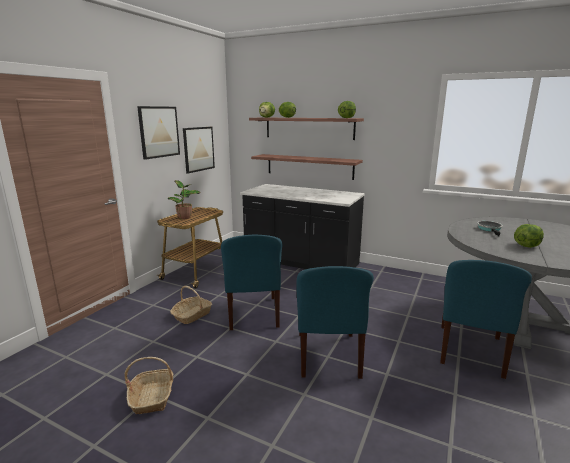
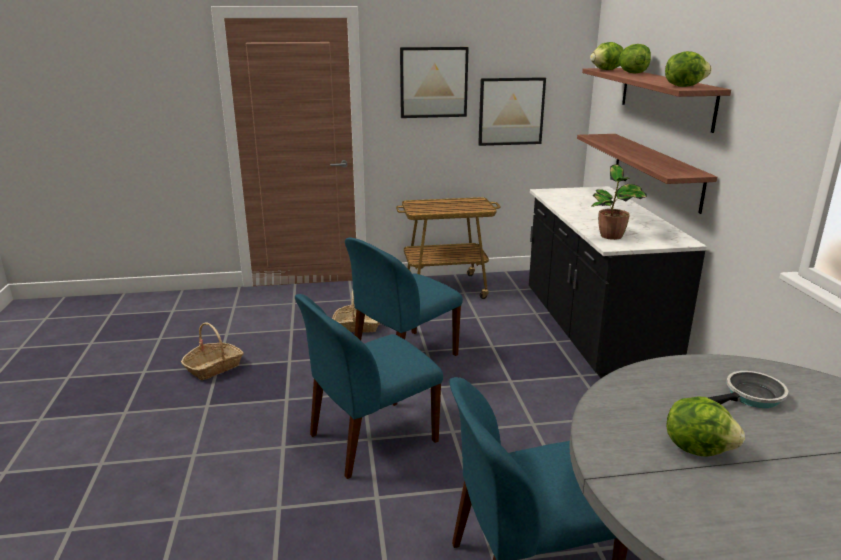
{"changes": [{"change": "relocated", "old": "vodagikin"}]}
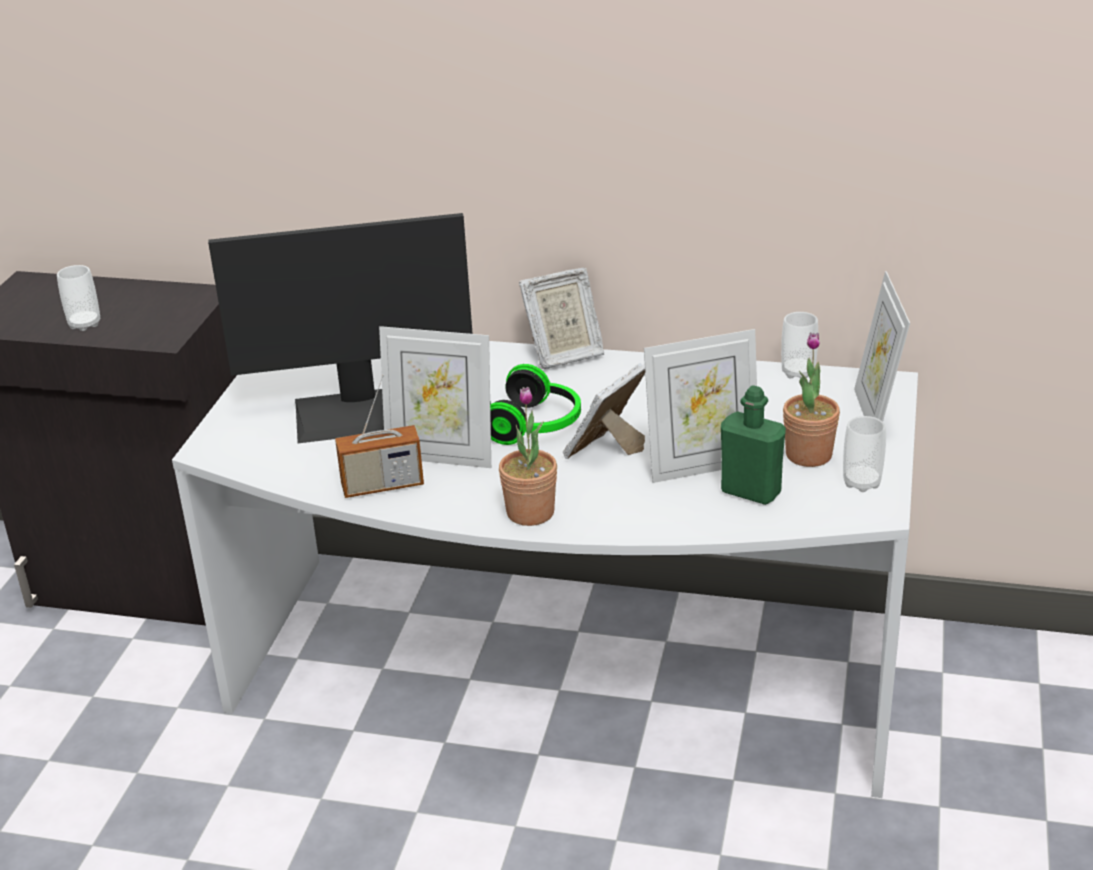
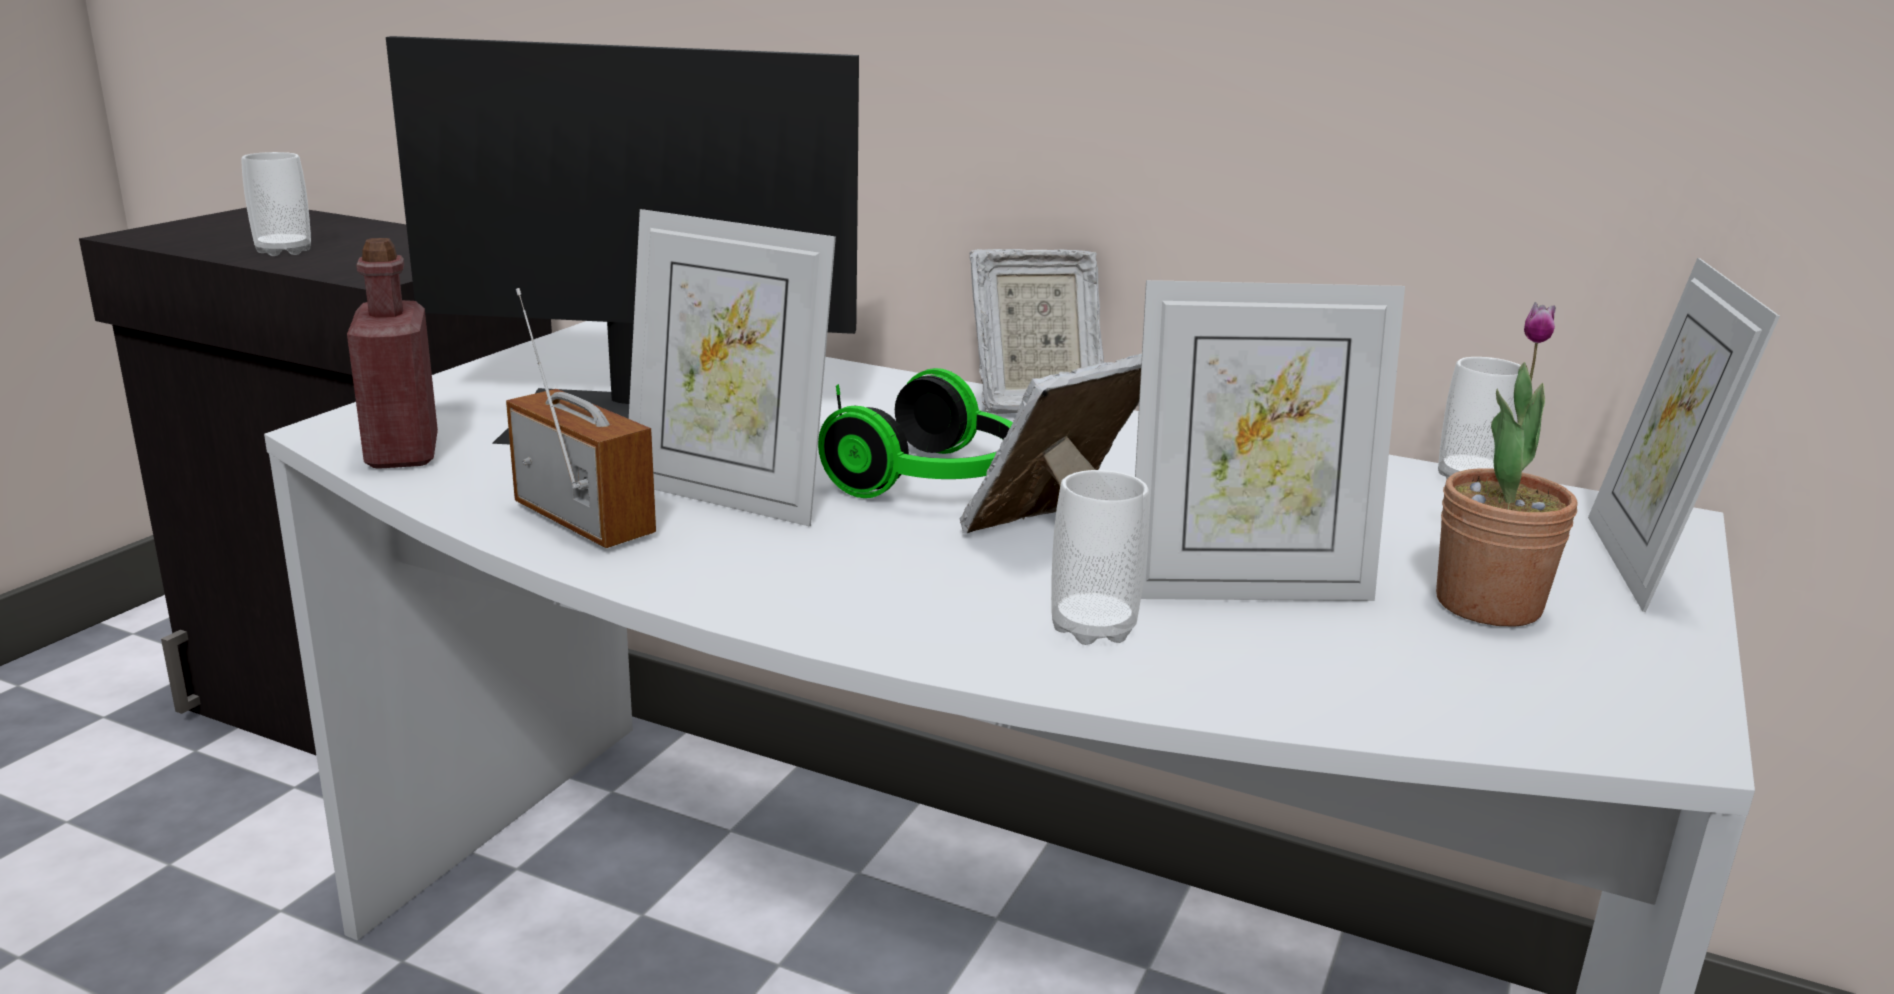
{"changes": [{"change": "missing", "old": "vodagikin (no. 1 from left)"}, {"change": "missing", "old": "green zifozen"}, {"change": "appeared", "new": "red zifozen"}, {"change": "relocated", "old": "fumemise (no. 3 from left in the first image)", "new": "fumemise (no. 2 from left)"}, {"change": "spun", "old": "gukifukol", "degrees": -135}]}
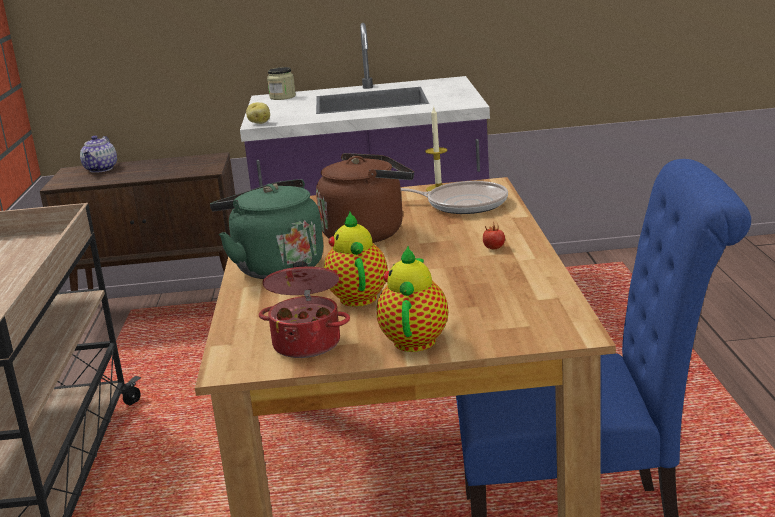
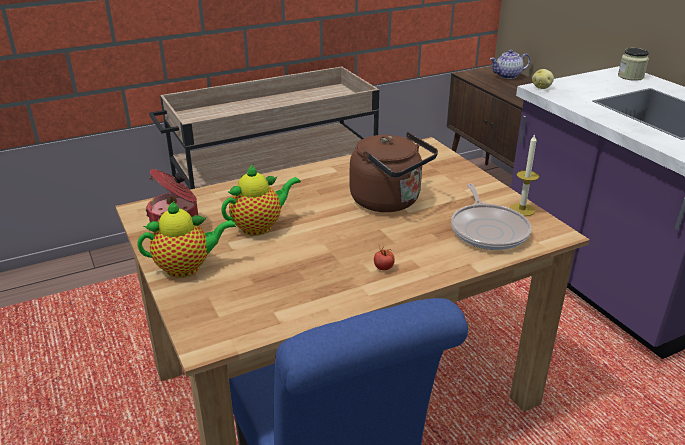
{"changes": [{"change": "missing", "old": "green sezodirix"}]}
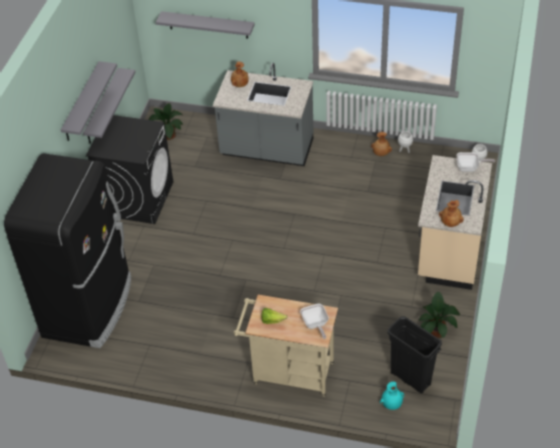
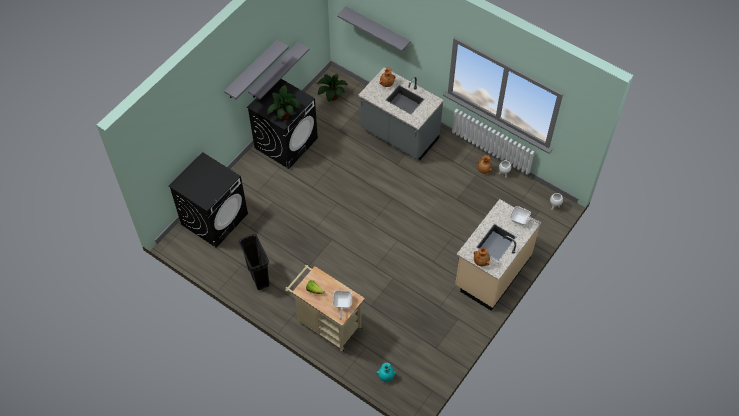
{"changes": [{"change": "relocated", "old": "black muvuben"}, {"change": "relocated", "old": "vodagikin (no. 2 from left in the first image)", "new": "vodagikin (no. 1 from left)"}, {"change": "exchanged", "old": "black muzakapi", "new": "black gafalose (no. 1 from left)"}]}
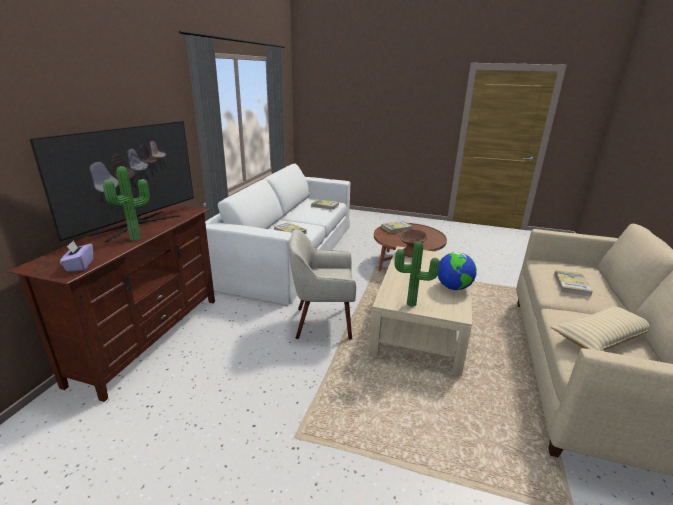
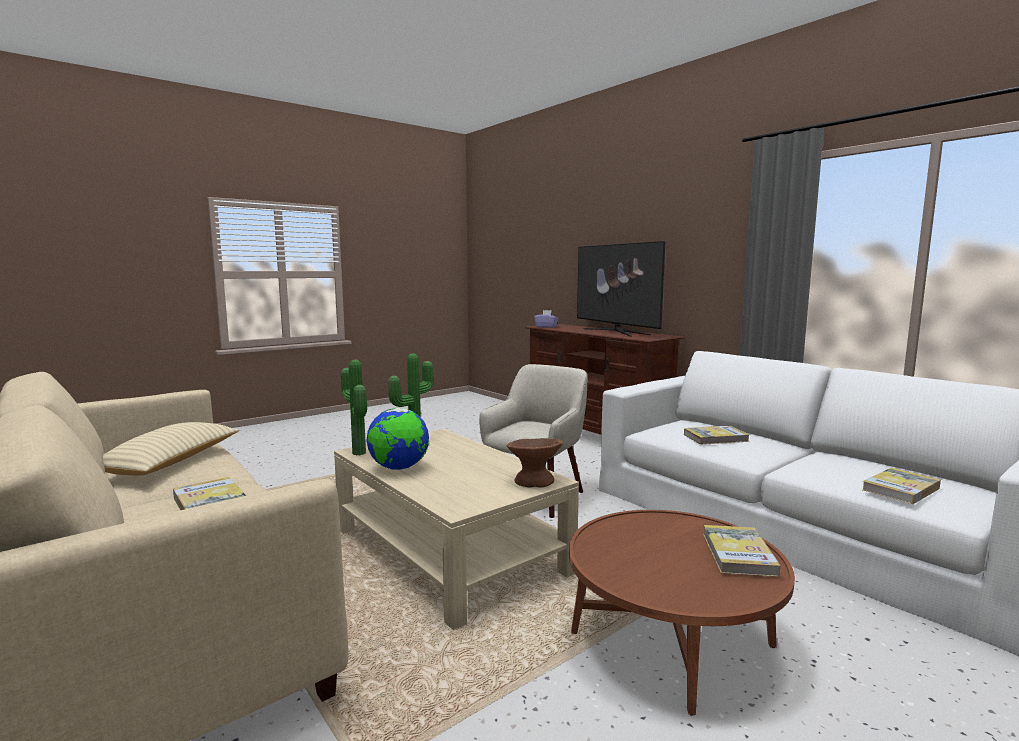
{"changes": [{"change": "relocated", "old": "vodagikin (no. 1 from left)"}]}
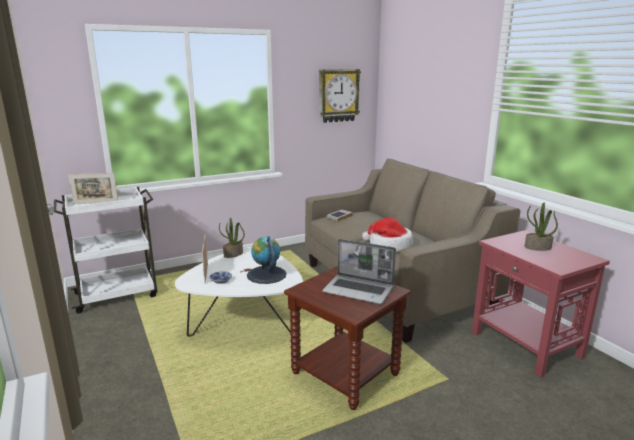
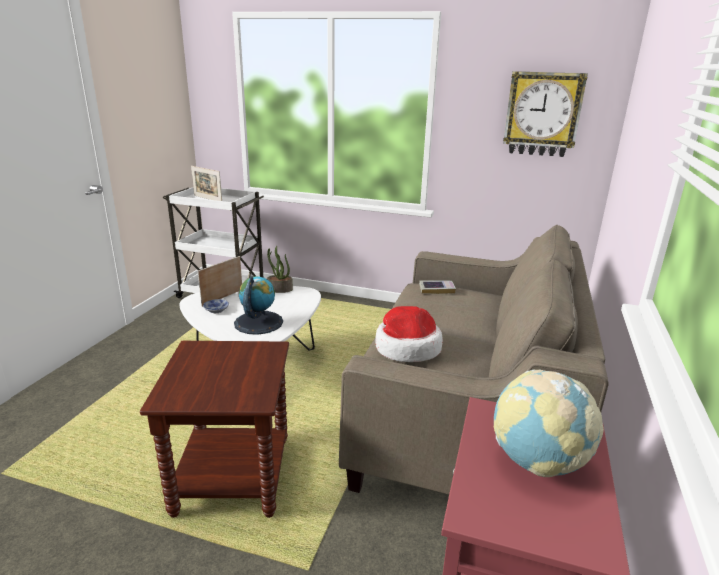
{"changes": [{"change": "missing", "old": "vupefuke"}, {"change": "exchanged", "old": "vodagikin (no. 2 from left)", "new": "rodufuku (no. 2 from left)"}]}
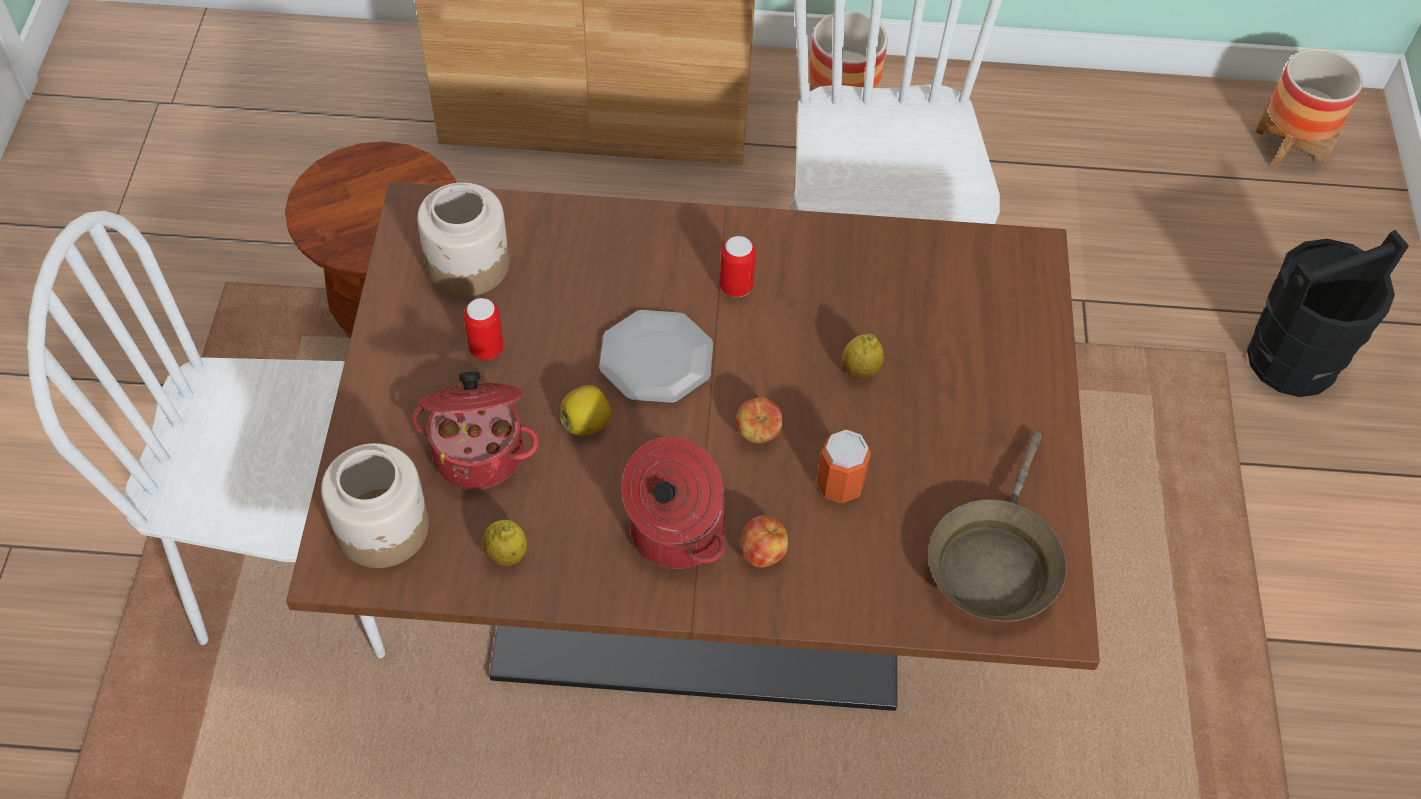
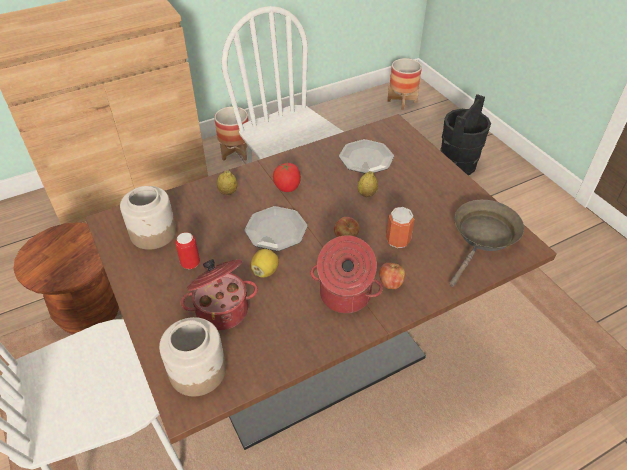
{"changes": [{"change": "appeared", "new": "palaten (no. 2 from left)"}, {"change": "relocated", "old": "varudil (no. 1 from left)"}, {"change": "exchanged", "old": "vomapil (no. 2 from left)", "new": "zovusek"}, {"change": "spun", "old": "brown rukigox", "degrees": -135}]}
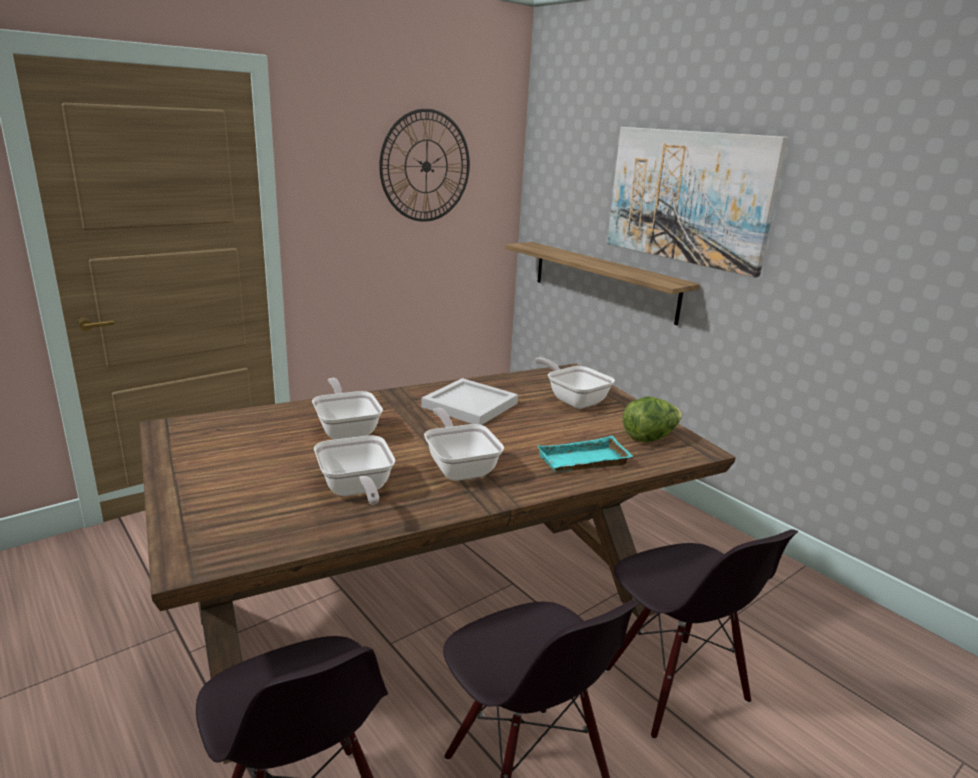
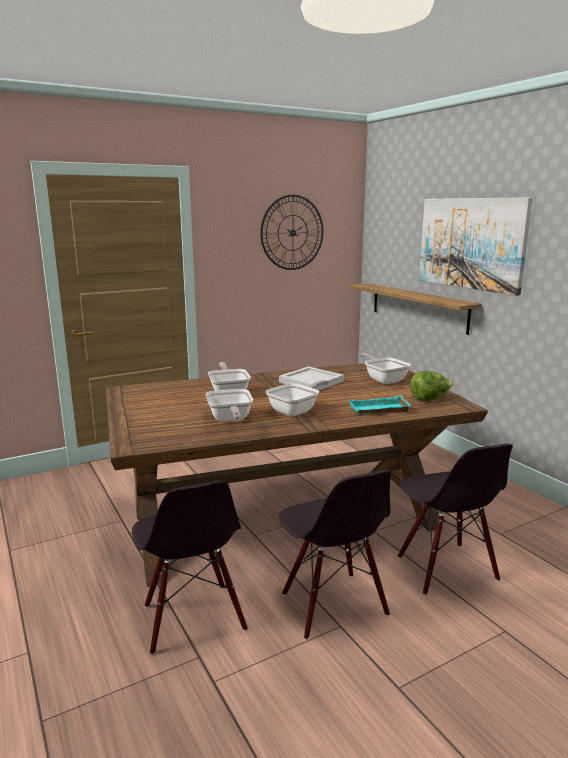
{"changes": [{"change": "spun", "old": "rukigox (no. 3 from left)", "degrees": 60}]}
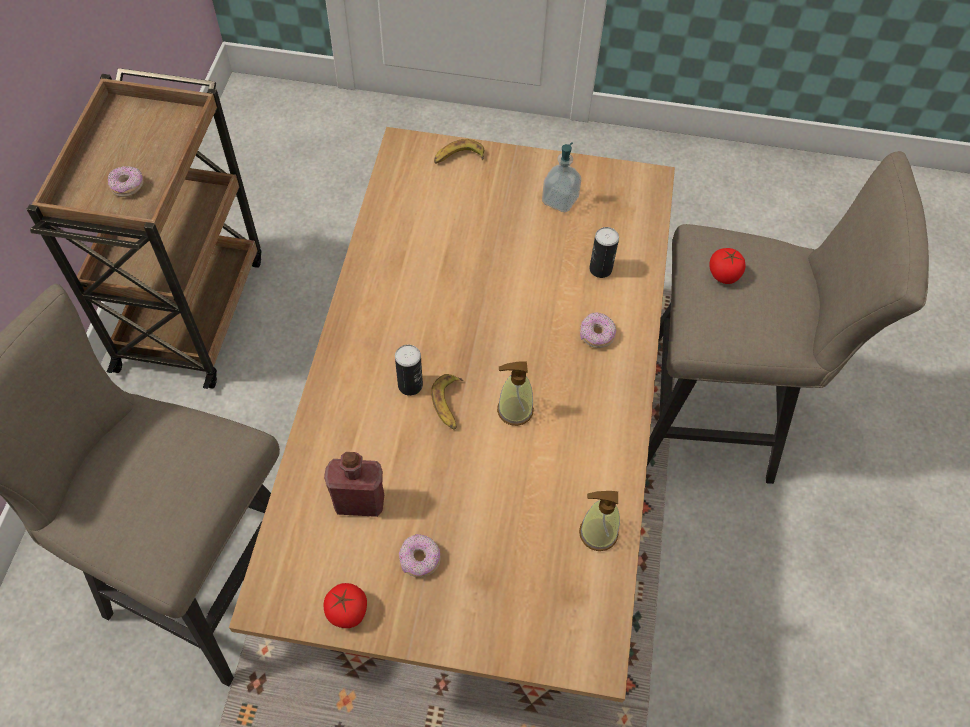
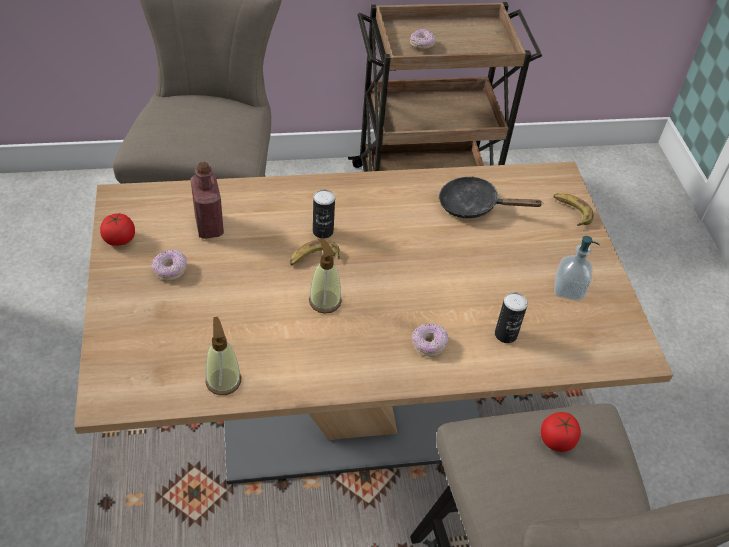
{"changes": [{"change": "appeared", "new": "black rukigox"}]}
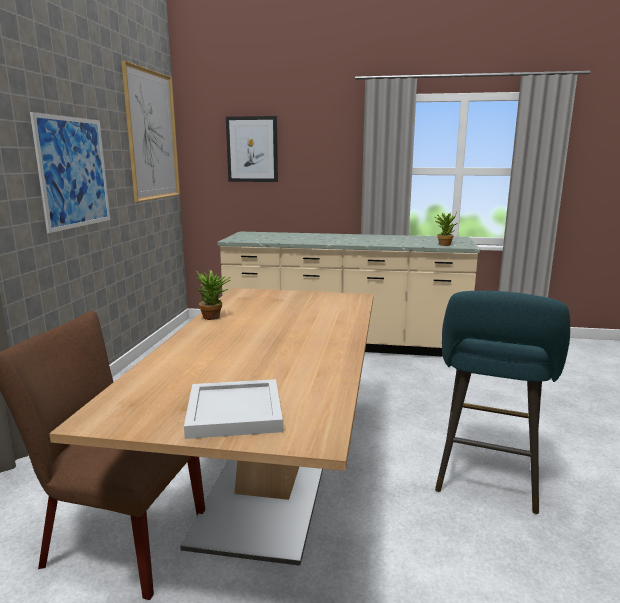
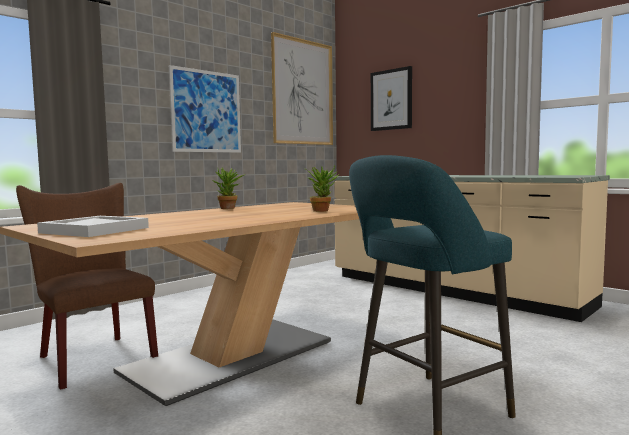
{"changes": [{"change": "relocated", "old": "vodagikin (no. 2 from left)"}]}
